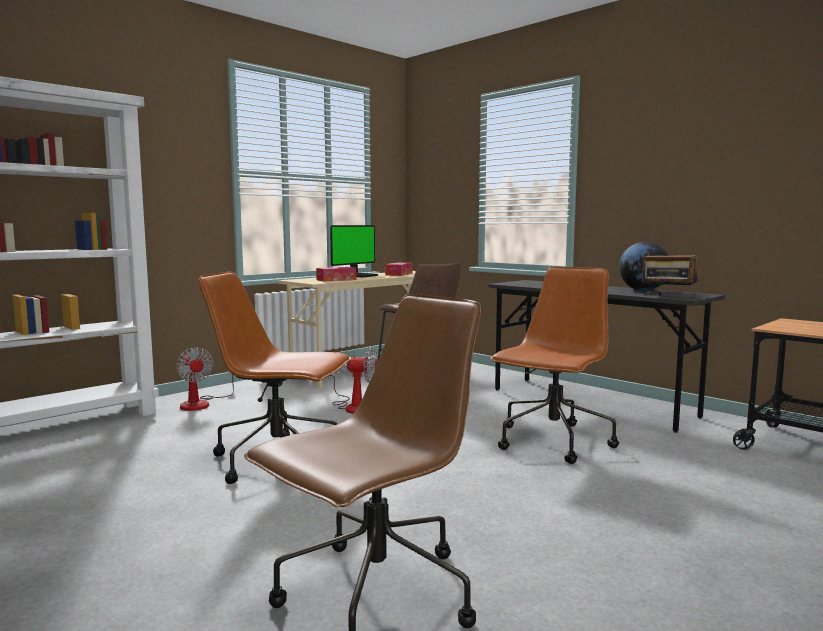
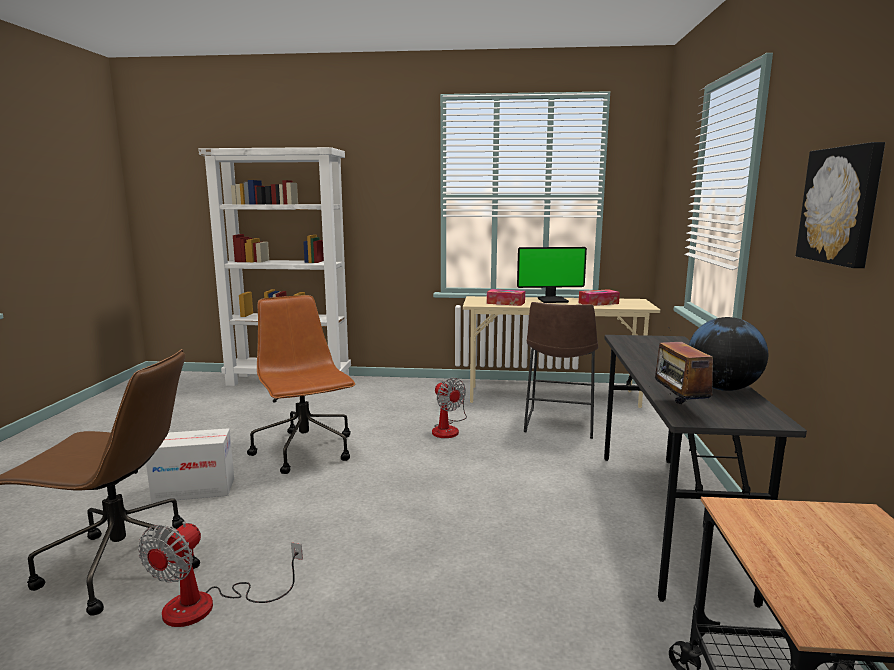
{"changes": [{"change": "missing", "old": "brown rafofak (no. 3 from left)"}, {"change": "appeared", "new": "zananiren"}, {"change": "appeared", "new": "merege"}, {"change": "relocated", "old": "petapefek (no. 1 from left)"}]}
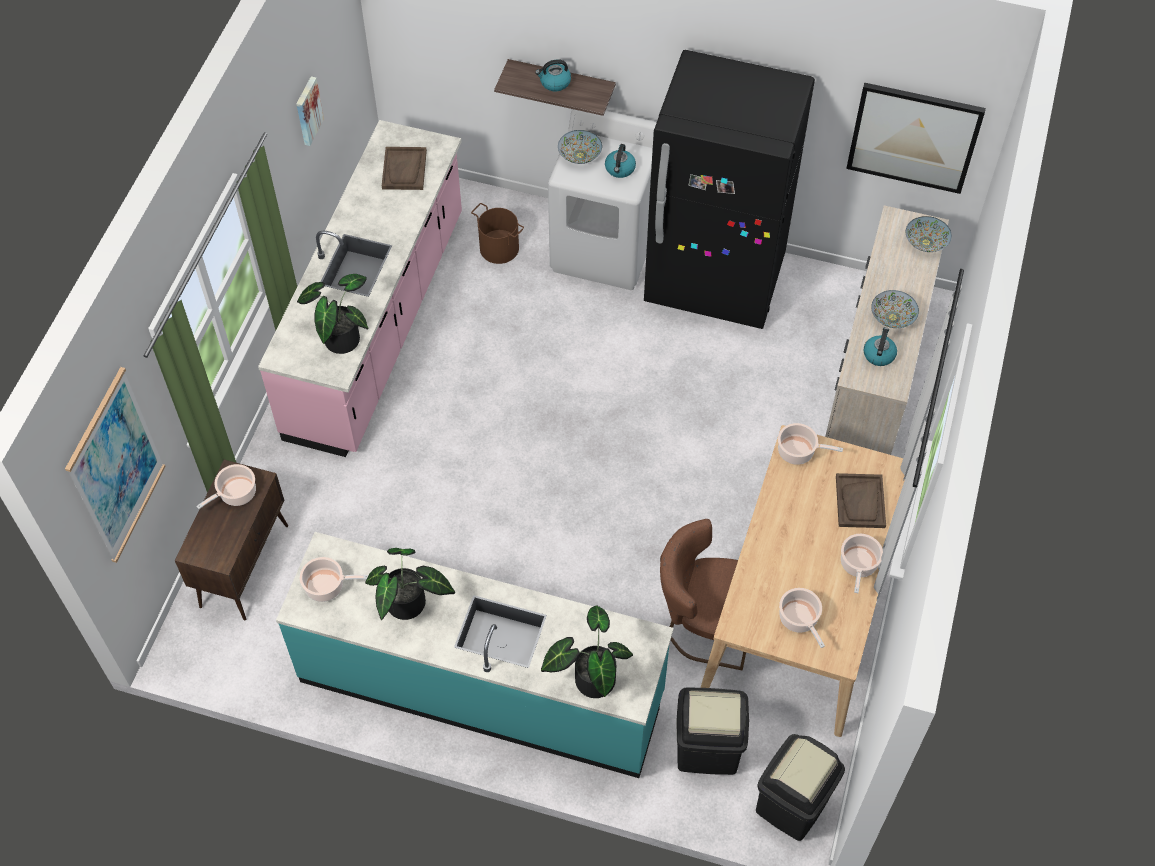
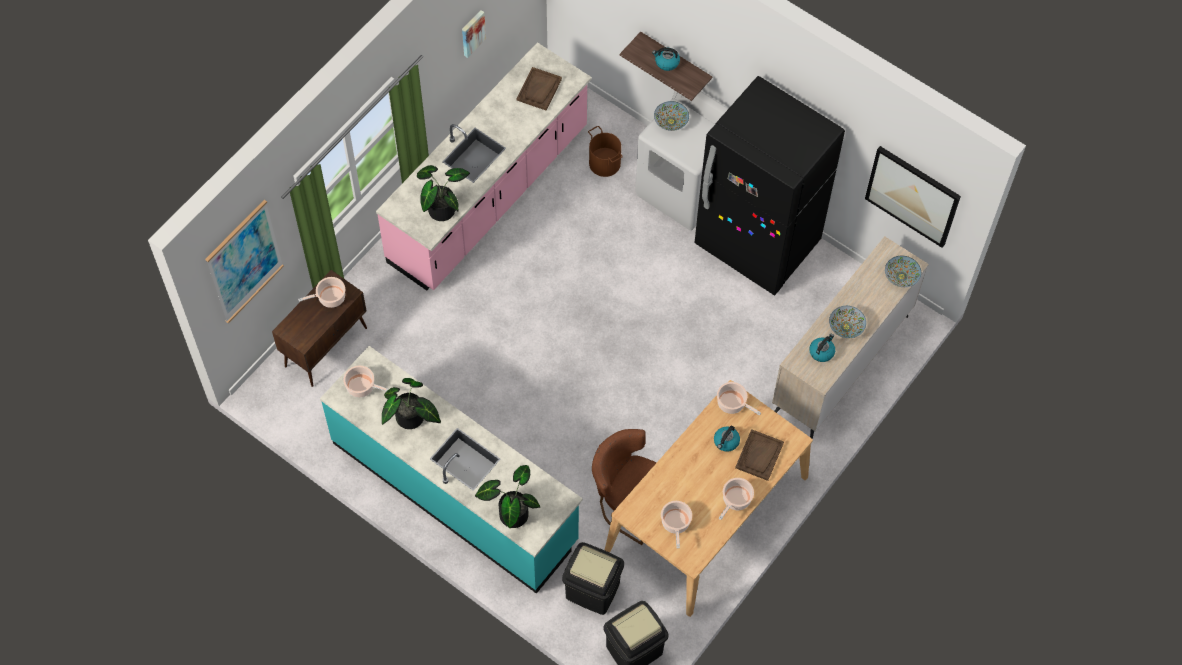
{"changes": [{"change": "relocated", "old": "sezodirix (no. 2 from left)"}]}
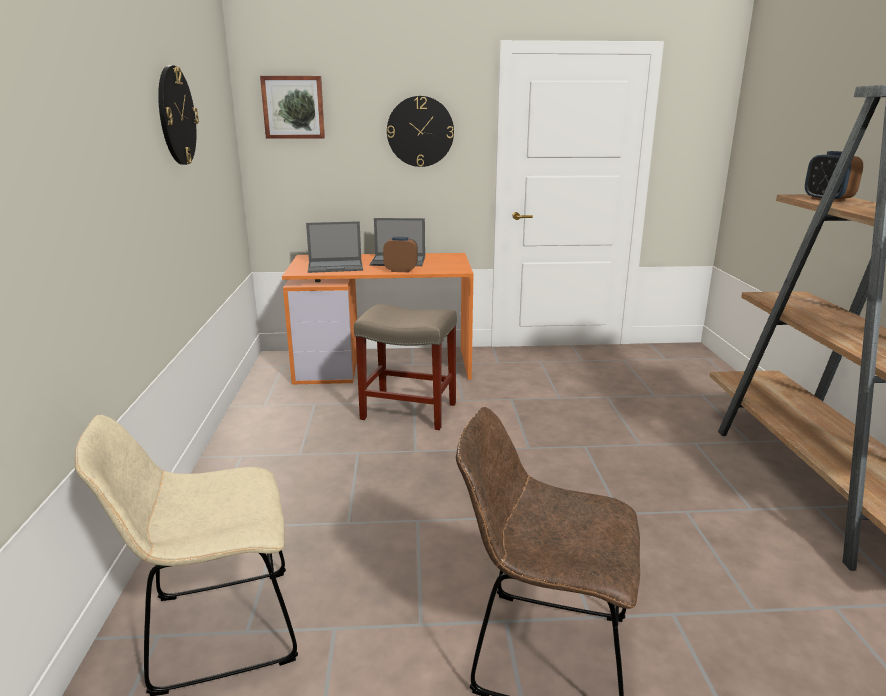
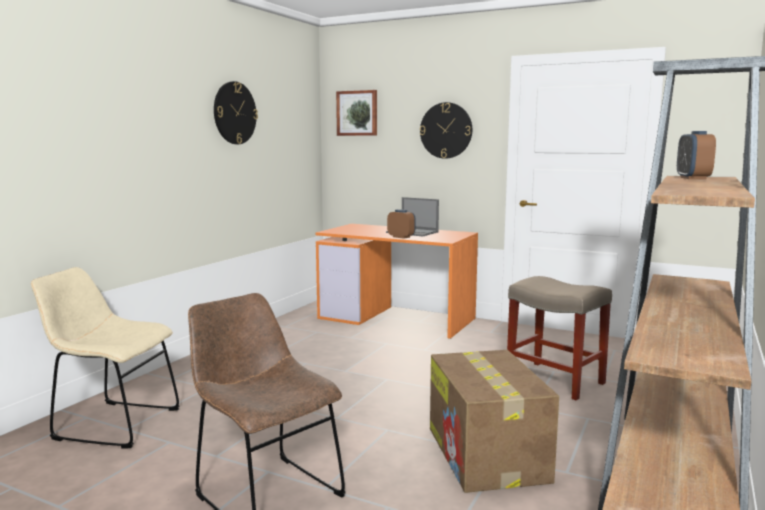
{"changes": [{"change": "missing", "old": "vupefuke (no. 1 from left)"}, {"change": "appeared", "new": "zananiren"}, {"change": "relocated", "old": "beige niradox"}]}
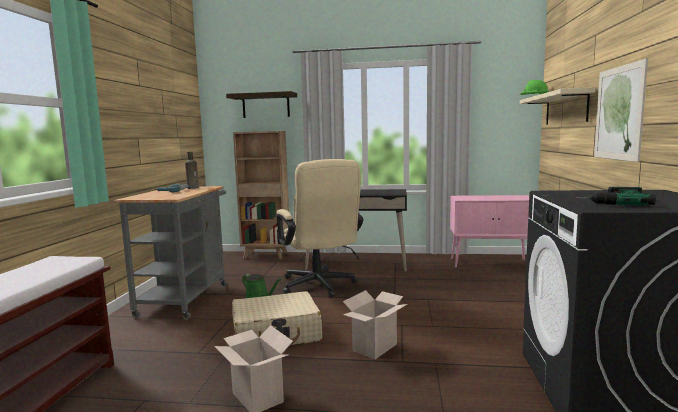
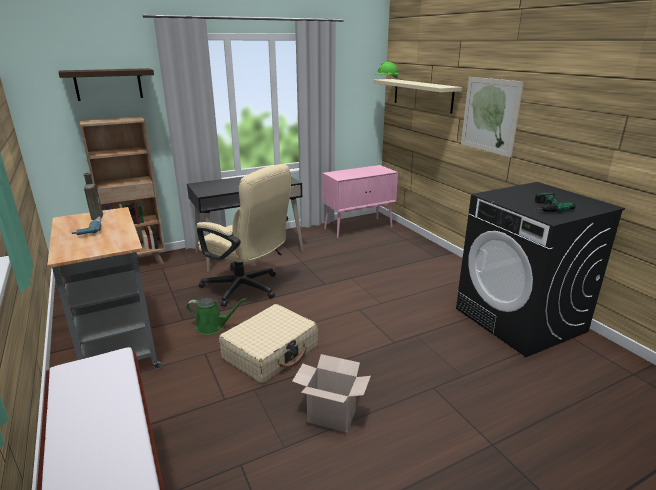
{"changes": [{"change": "missing", "old": "zananiren (no. 2 from left)"}]}
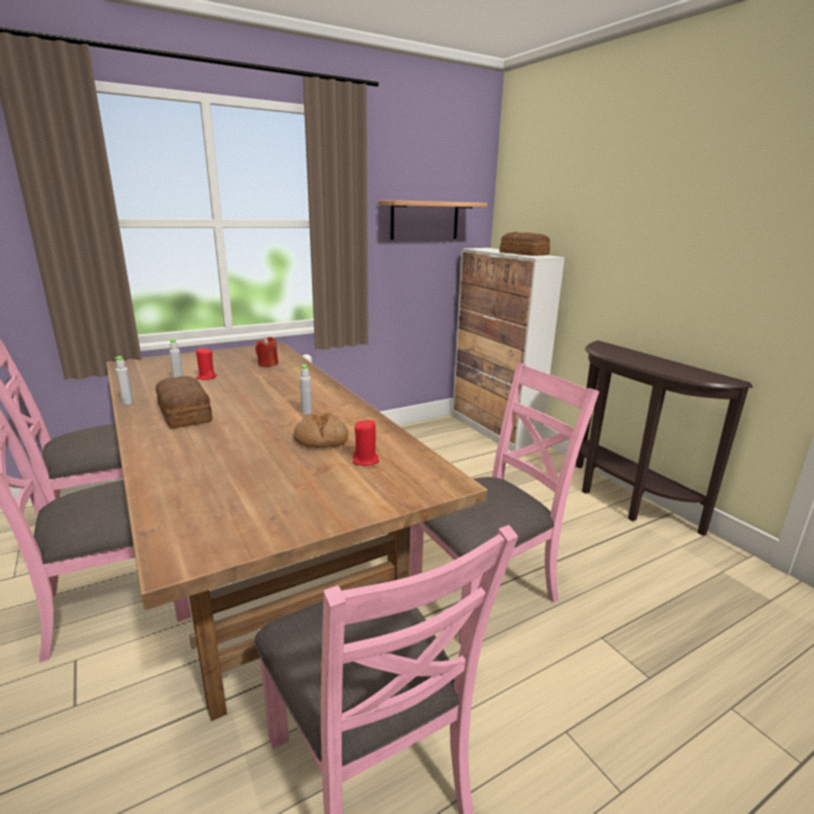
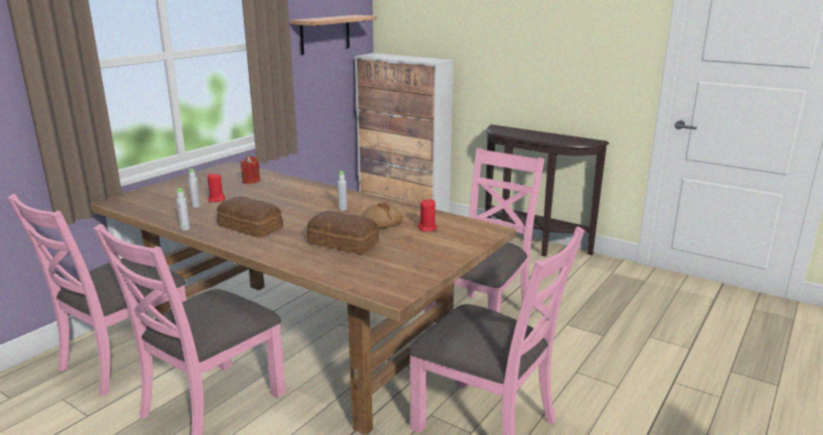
{"changes": [{"change": "relocated", "old": "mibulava (no. 3 from left in the first image)", "new": "mibulava (no. 2 from left)"}]}
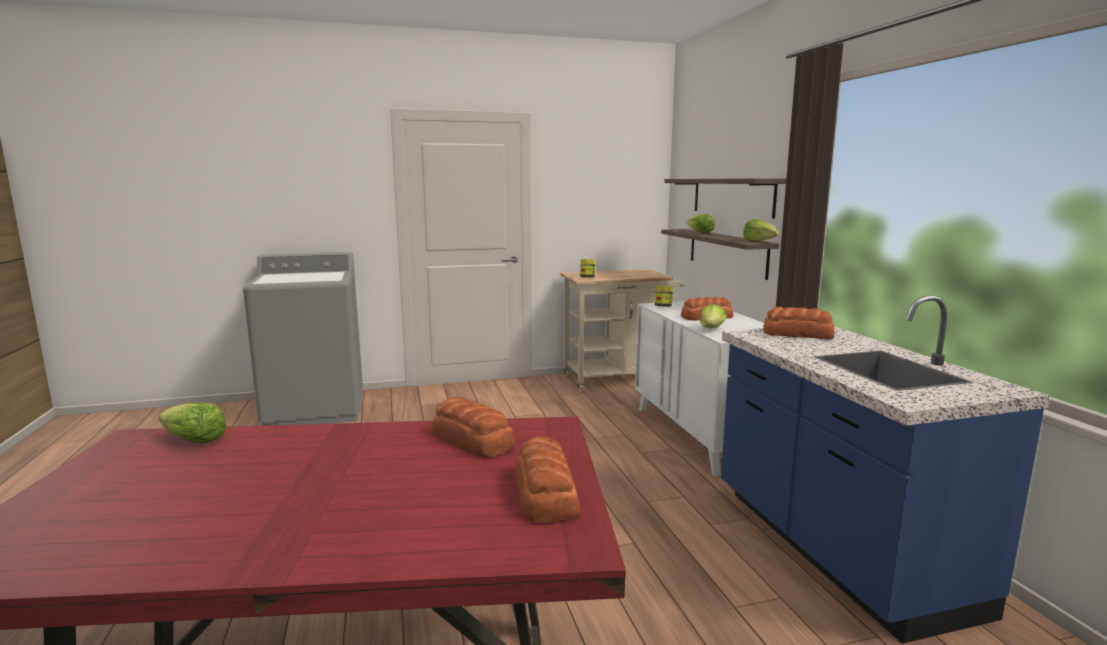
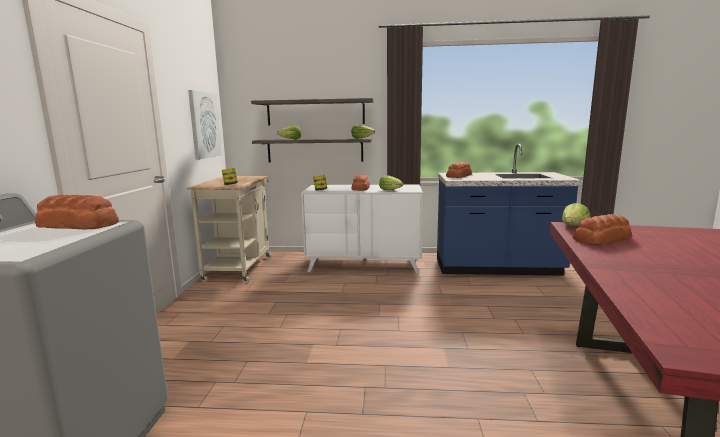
{"changes": [{"change": "appeared", "new": "merege"}, {"change": "relocated", "old": "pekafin (no. 1 from left in the first image)", "new": "pekafin (no. 4 from left)"}, {"change": "relocated", "old": "mibulava (no. 2 from left in the first image)", "new": "mibulava (no. 1 from left)"}]}
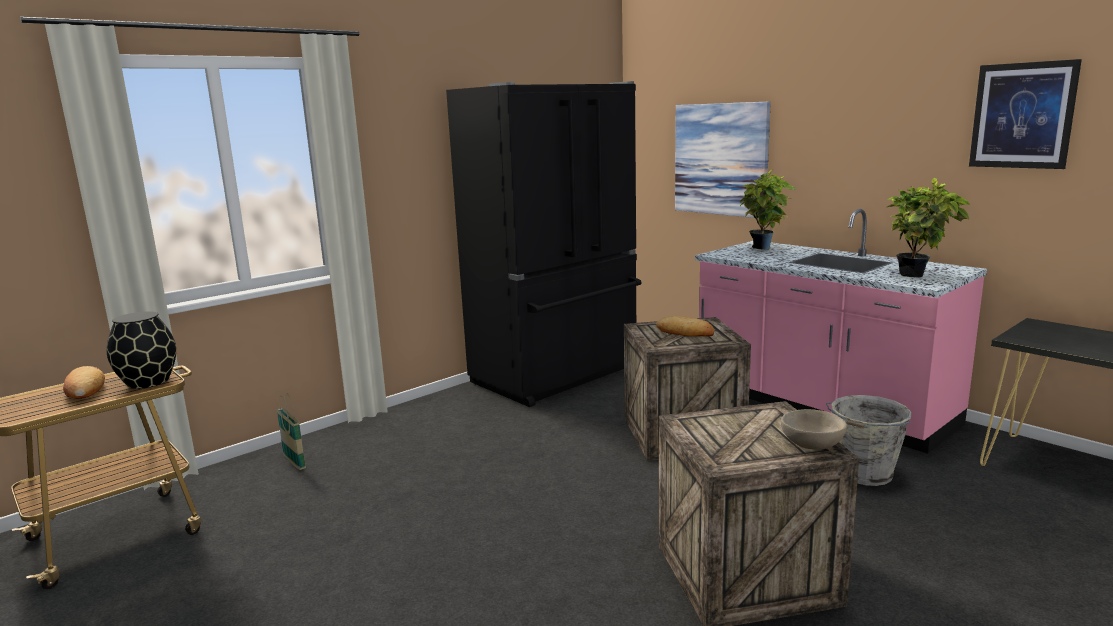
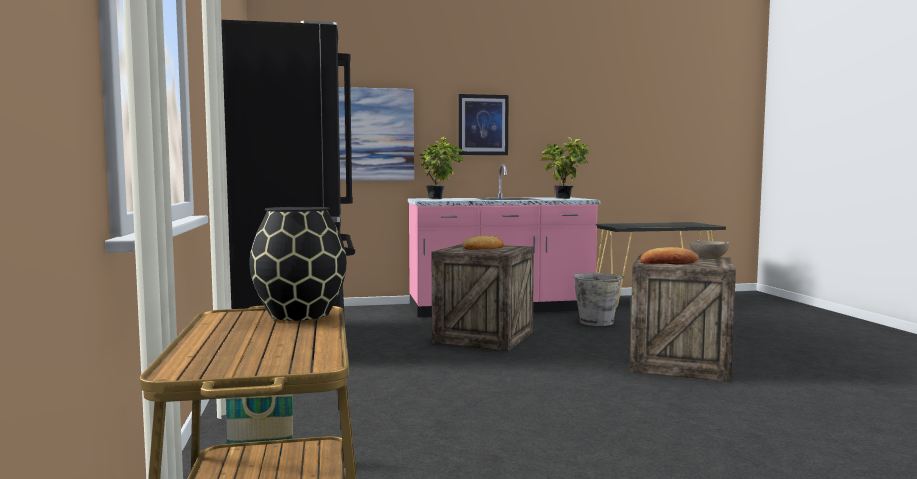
{"changes": [{"change": "relocated", "old": "mibulava (no. 1 from left in the first image)", "new": "mibulava (no. 2 from left)"}, {"change": "relocated", "old": "merege (no. 2 from left)"}]}
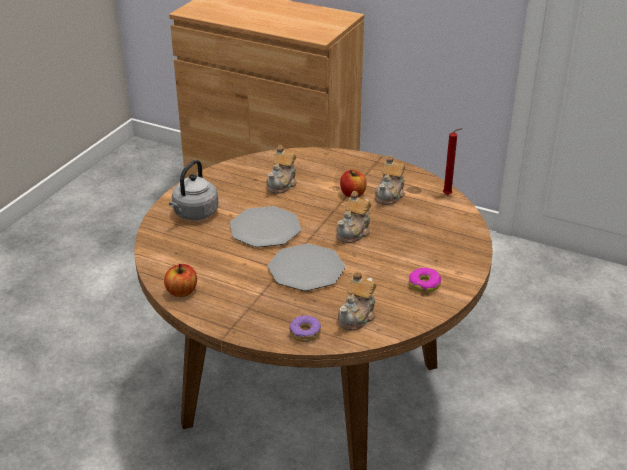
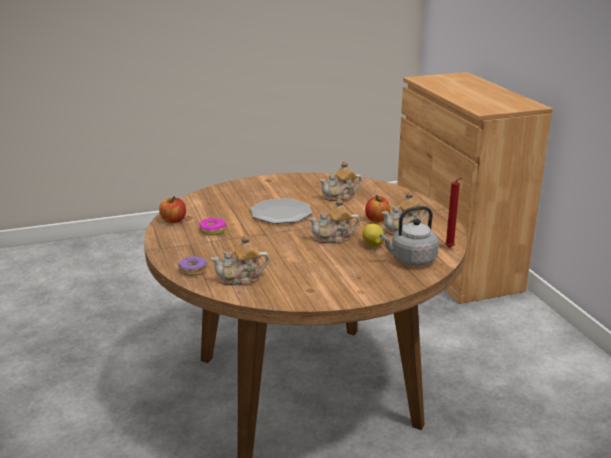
{"changes": [{"change": "missing", "old": "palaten (no. 2 from left)"}, {"change": "appeared", "new": "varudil"}, {"change": "relocated", "old": "grey sezodirix"}, {"change": "relocated", "old": "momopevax (no. 2 from left)"}]}
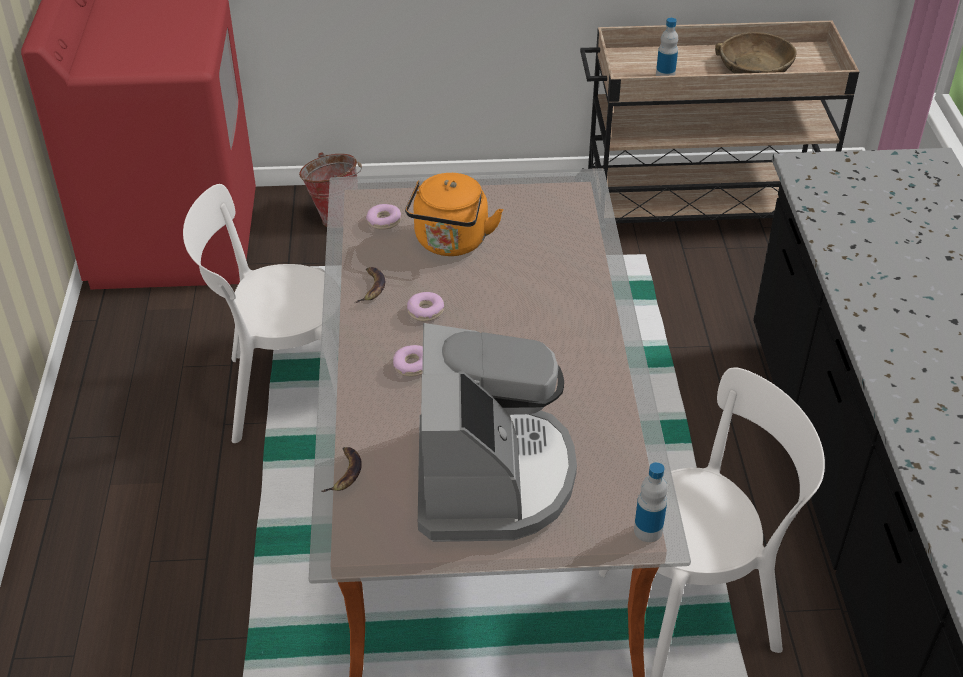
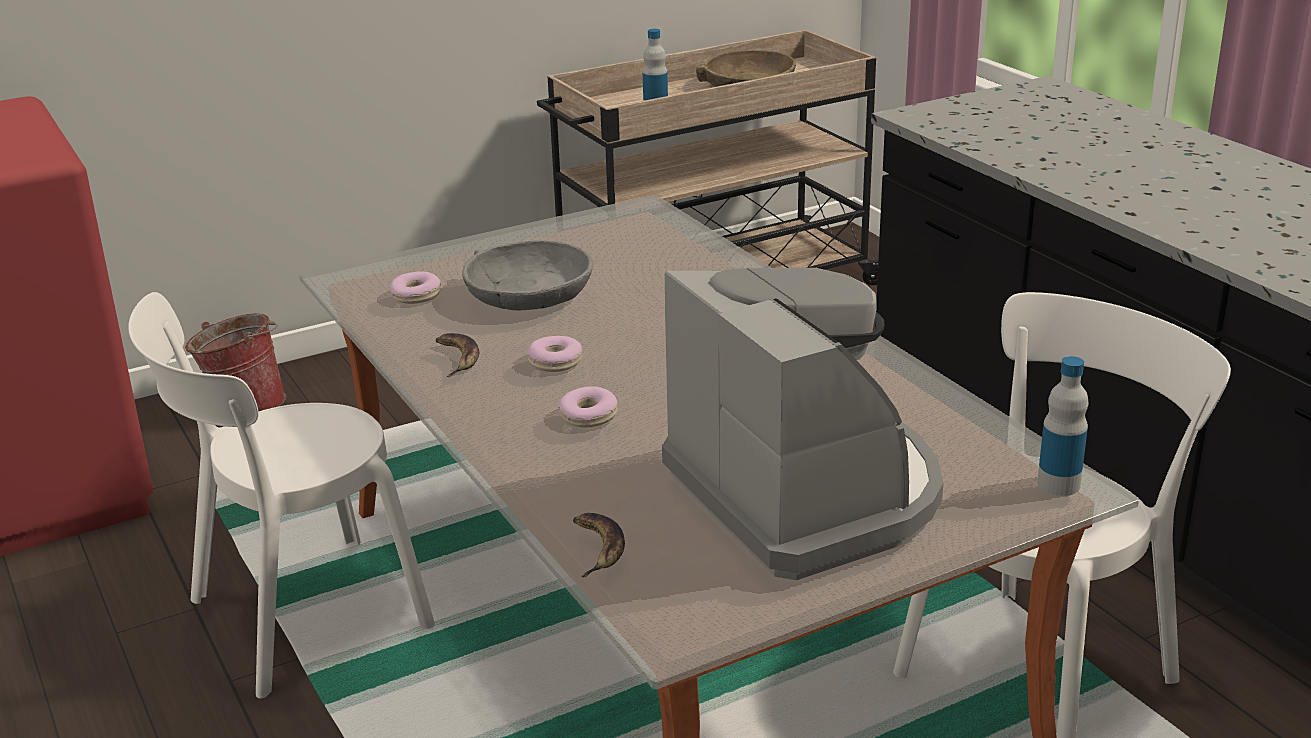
{"changes": [{"change": "exchanged", "old": "orange sezodirix", "new": "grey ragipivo"}]}
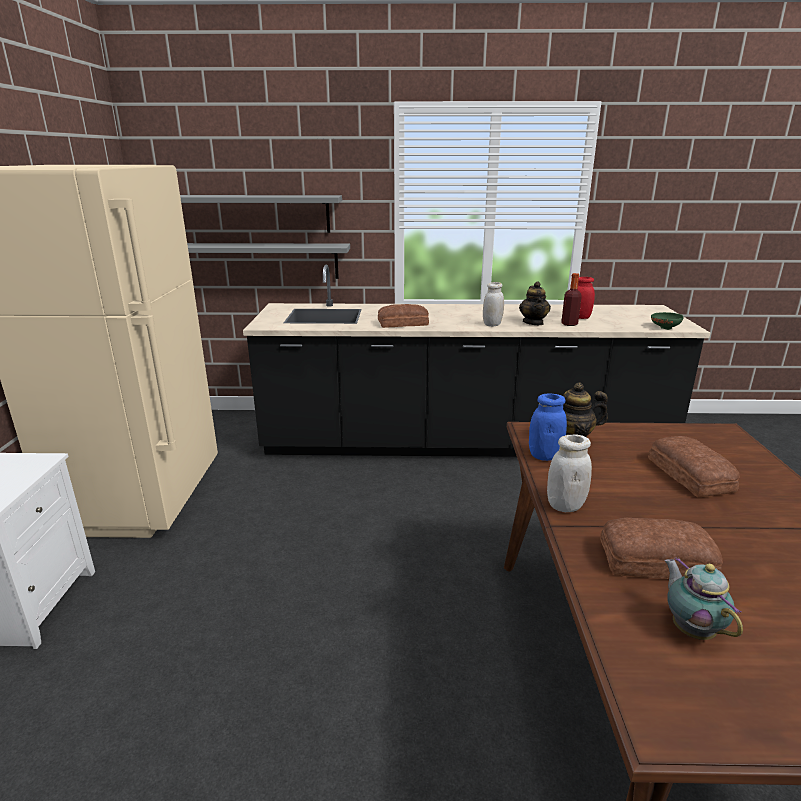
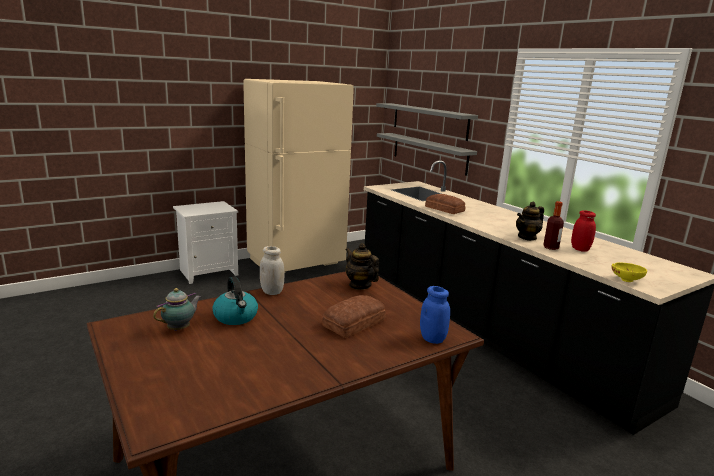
{"changes": [{"change": "missing", "old": "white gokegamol (no. 1 from left)"}, {"change": "relocated", "old": "blue gokegamol"}, {"change": "exchanged", "old": "mibulava (no. 2 from left)", "new": "sezodirix"}, {"change": "colour", "old": "green ragipivo", "new": "yellow ragipivo"}]}
